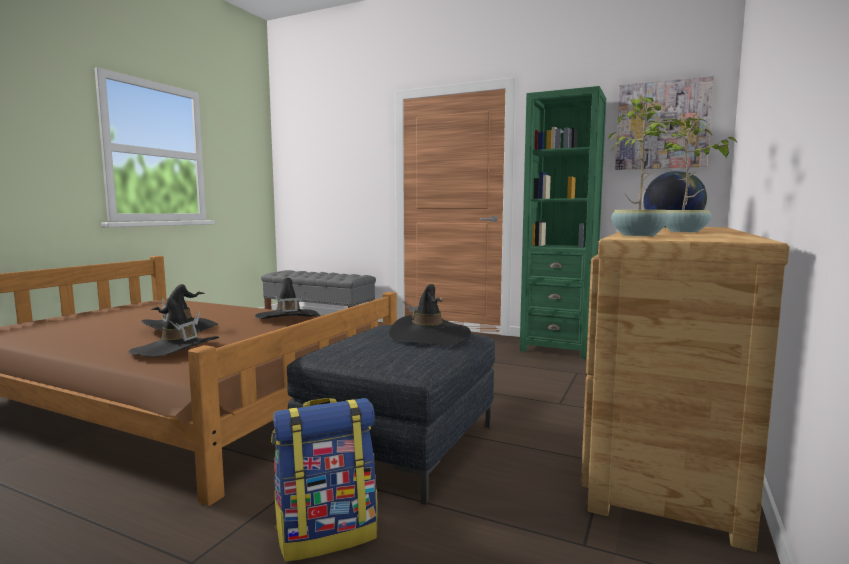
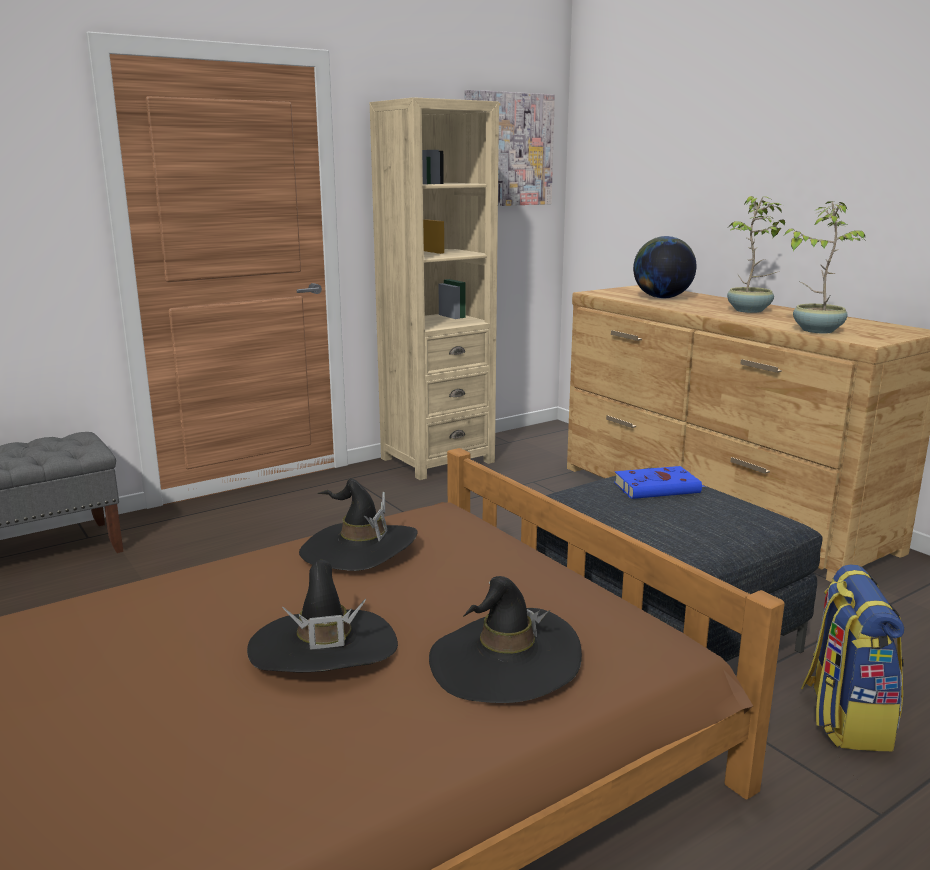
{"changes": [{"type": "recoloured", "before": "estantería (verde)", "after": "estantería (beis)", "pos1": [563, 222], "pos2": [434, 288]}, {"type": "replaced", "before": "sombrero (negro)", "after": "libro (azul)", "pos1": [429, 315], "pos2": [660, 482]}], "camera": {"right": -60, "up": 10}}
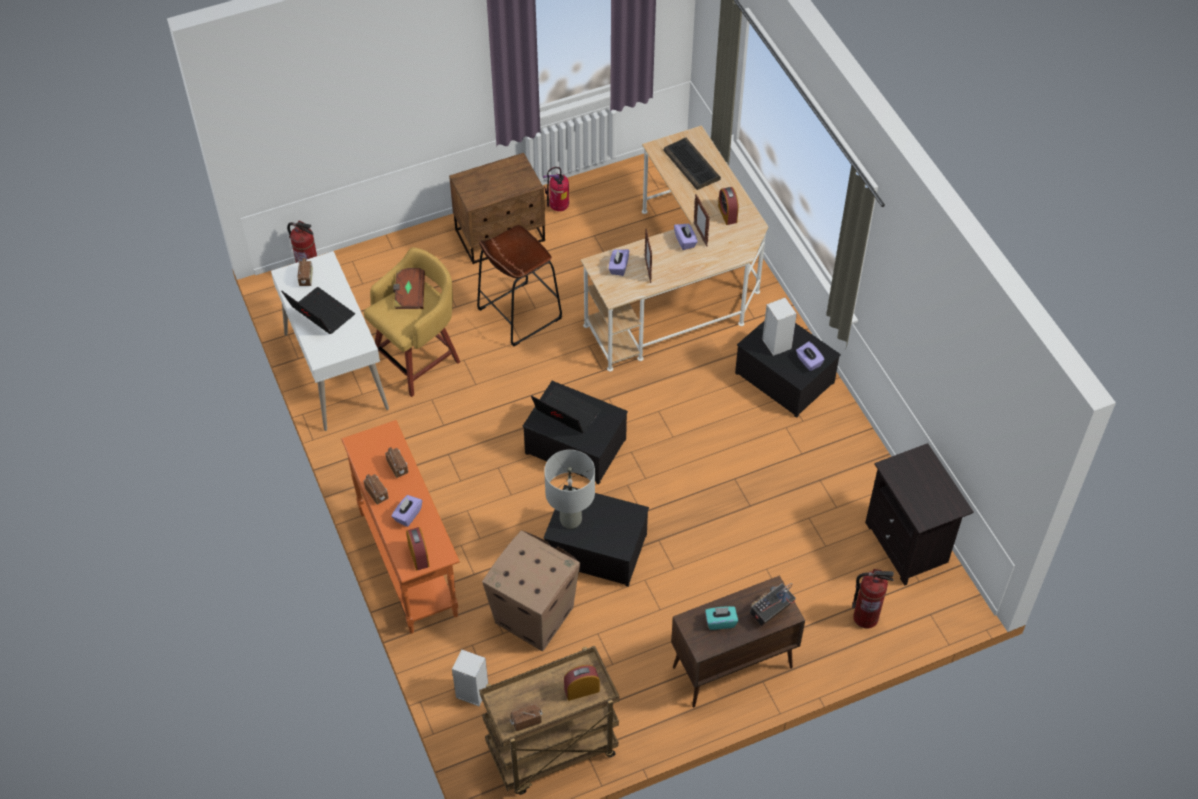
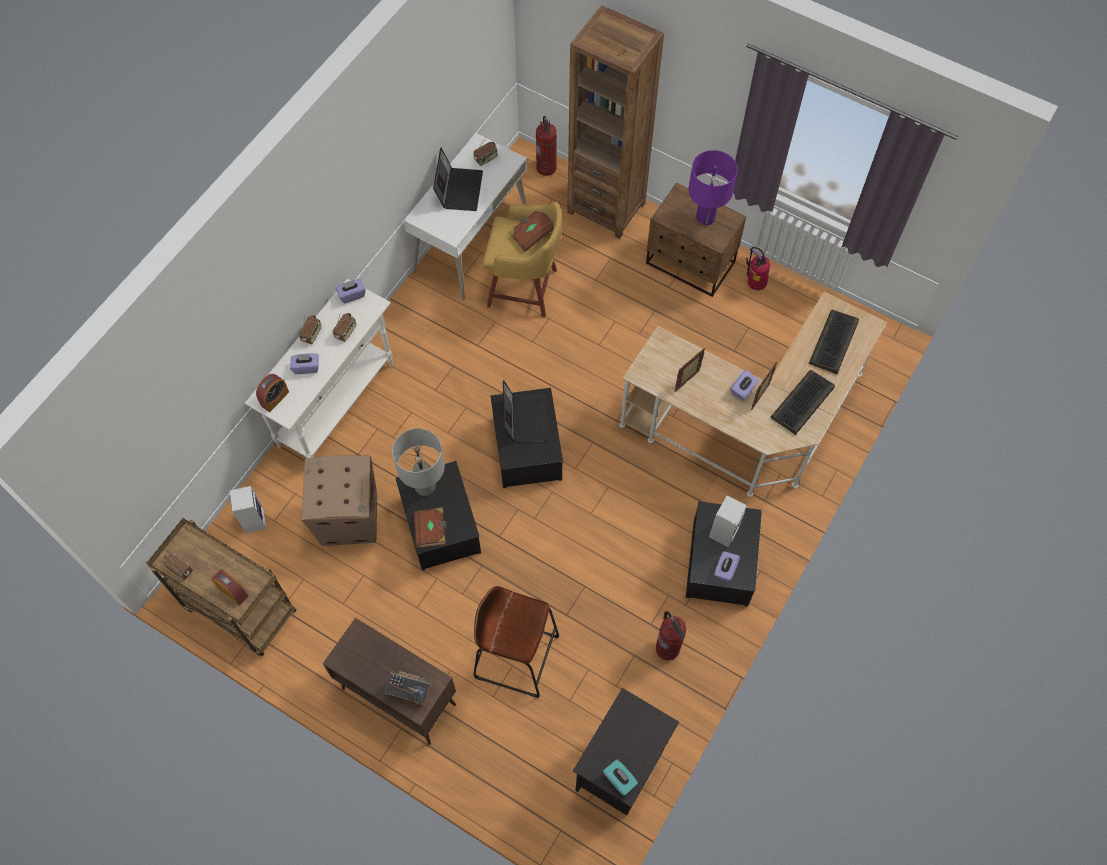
{"changes": [{"type": "recoloured", "before": "mesa consola (naranja)", "after": "mesa consola (blanco)", "pos1": [400, 527], "pos2": [319, 369]}, {"type": "moved", "before": "caja de pañuelos (morado)", "pos1": [619, 262], "pos2": [351, 291]}, {"type": "added", "after": "libro (marrón)", "pos2": [430, 527]}, {"type": "moved", "before": "taburete (marrón)", "pos1": [519, 285], "pos2": [516, 642]}, {"type": "added", "after": "estantería (marrón)", "pos2": [615, 122]}, {"type": "moved", "before": "caja de pañuelos (turquesa)", "pos1": [721, 618], "pos2": [620, 777]}, {"type": "moved", "before": "extintor", "pos1": [873, 598], "pos2": [671, 635]}, {"type": "added", "after": "lámpara de mesa (morado)", "pos2": [713, 188]}, {"type": "replaced", "before": "despertador", "after": "teclado", "pos1": [728, 206], "pos2": [802, 402]}], "camera": {"right": 55, "up": 10}}
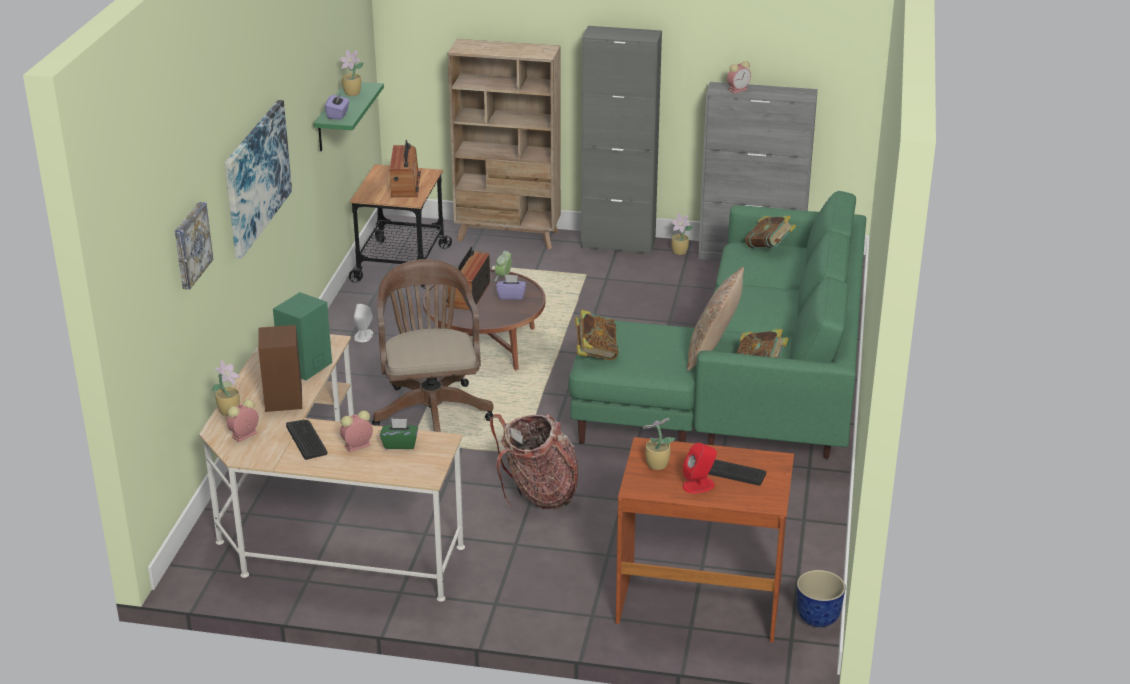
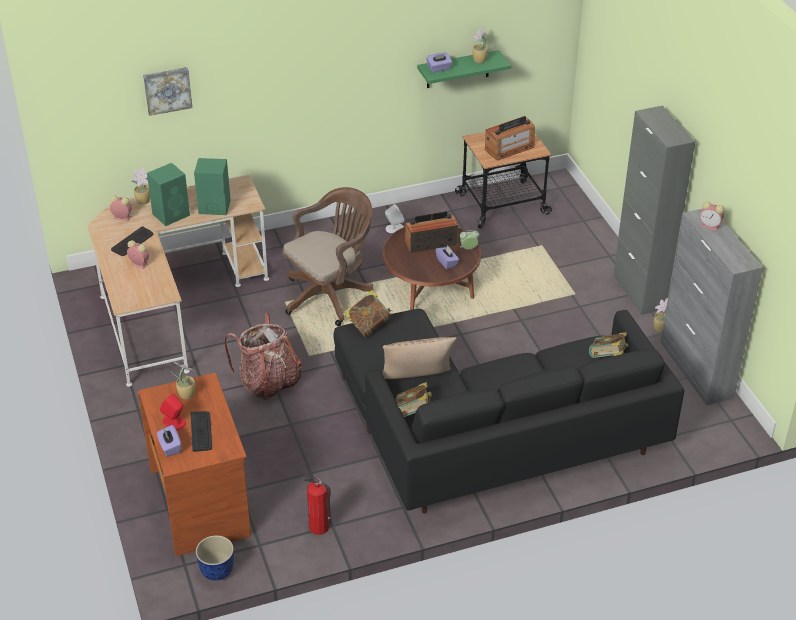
{"changes": [{"type": "recoloured", "before": "altavoz (marrón)", "after": "altavoz (verde)", "pos1": [280, 368], "pos2": [168, 194]}, {"type": "added", "after": "caja de pañuelos (morado)", "pos2": [169, 441]}, {"type": "added", "after": "extintor", "pos2": [317, 504]}, {"type": "recoloured", "before": "sofá (verde)", "after": "sofá (negro)", "pos1": [717, 324], "pos2": [508, 411]}, {"type": "removed", "before": "cuadro", "pos1": [258, 179]}, {"type": "removed", "before": "caja de pañuelos (verde)", "pos1": [399, 433]}, {"type": "removed", "before": "estantería (beis)", "pos1": [504, 144]}], "camera": {"right": 60, "up": 10}}
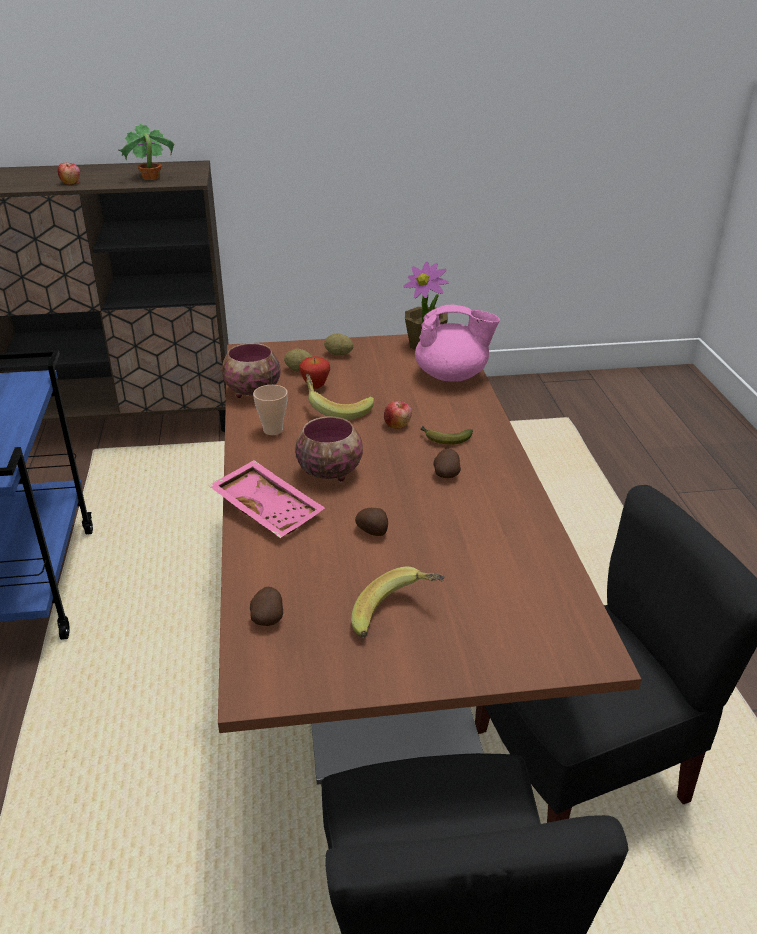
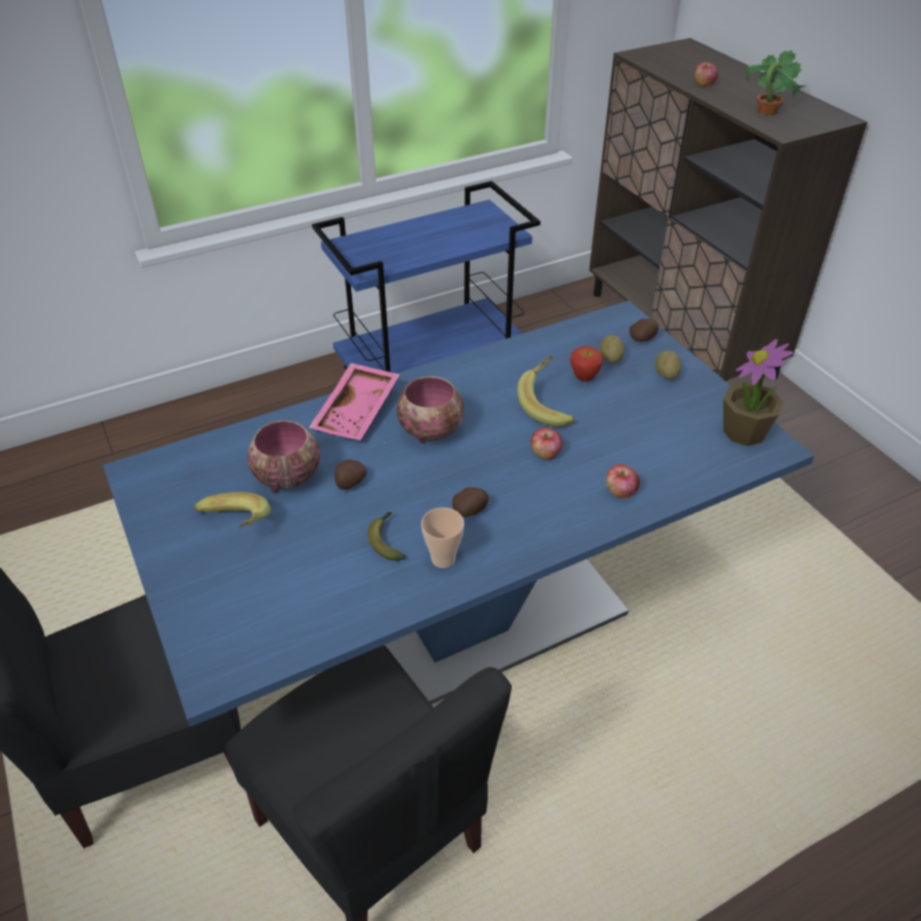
{"changes": [{"type": "recoloured", "before": "mesa de comedor (marrón)", "after": "mesa de comedor (azul)", "pos1": [429, 559], "pos2": [458, 514]}, {"type": "moved", "before": "cuenco", "pos1": [251, 370], "pos2": [283, 456]}, {"type": "moved", "before": "plátano", "pos1": [446, 435], "pos2": [386, 536]}, {"type": "moved", "before": "taza", "pos1": [270, 410], "pos2": [442, 537]}, {"type": "added", "after": "manzana", "pos2": [623, 481]}, {"type": "moved", "before": "patata", "pos1": [266, 606], "pos2": [644, 330]}, {"type": "removed", "before": "tetera (rosa)", "pos1": [457, 343]}], "camera": {"right": 70, "up": 10}}
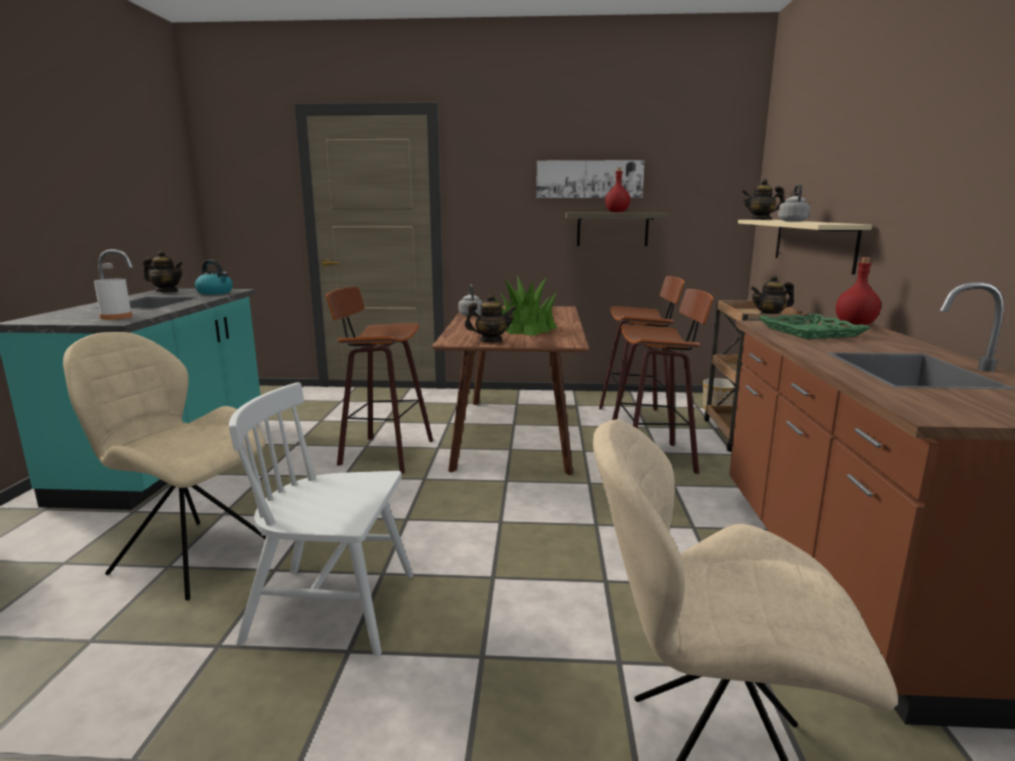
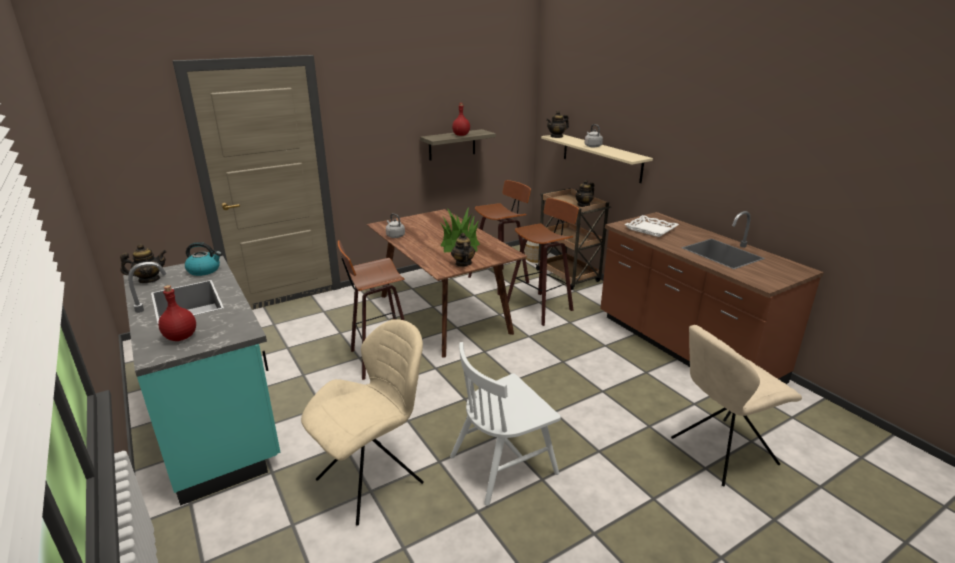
{"changes": [{"type": "moved", "before": "botella (rojo)", "pos1": [858, 291], "pos2": [177, 313]}, {"type": "turned", "before": "silla (beis)", "pos1": [164, 466], "pos2": [362, 422], "turn": 150}, {"type": "turned", "before": "tetera", "pos1": [490, 318], "pos2": [463, 250], "turn": -60}, {"type": "recoloured", "before": "bandeja (verde)", "after": "bandeja (blanco)", "pos1": [814, 326], "pos2": [651, 226]}, {"type": "removed", "before": "botella (blanco)", "pos1": [113, 291]}, {"type": "removed", "before": "cuadro", "pos1": [590, 179]}], "camera": {"right": -35, "up": 10}}
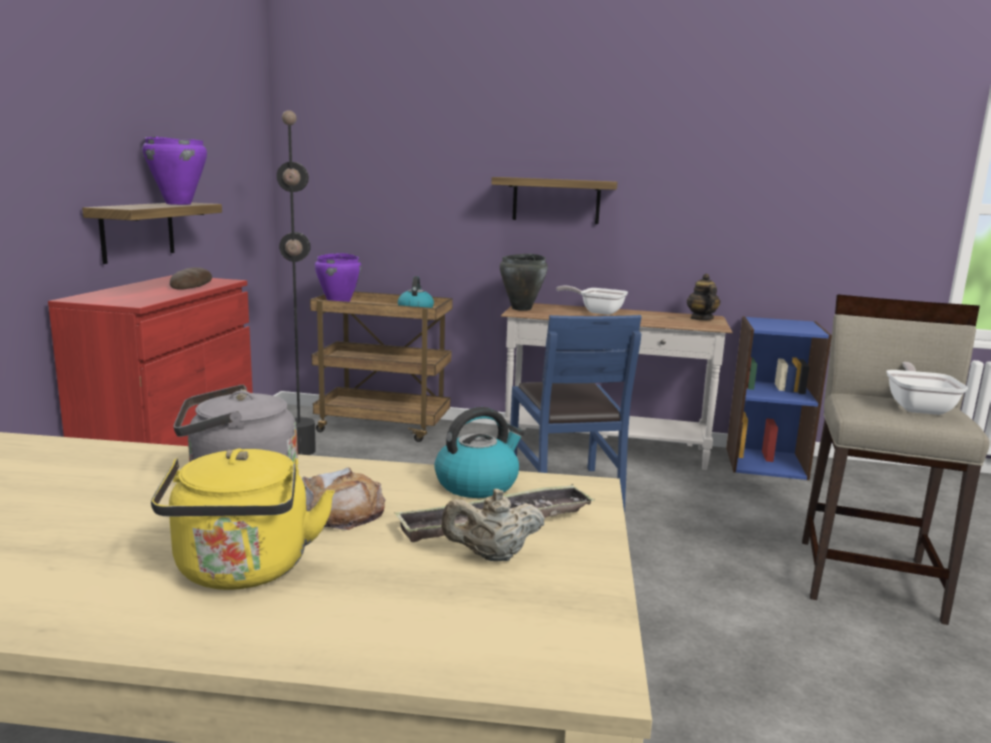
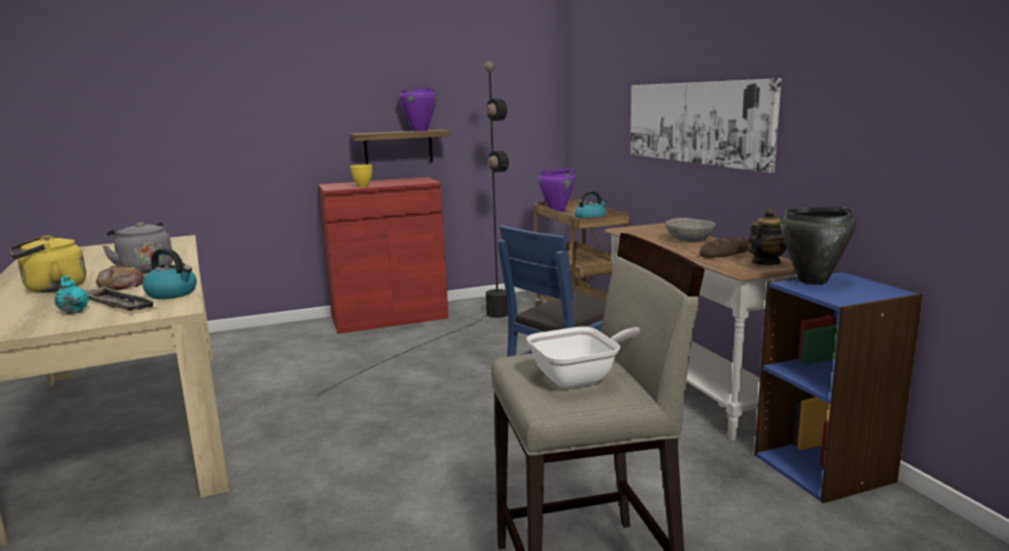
{"changes": [{"type": "recoloured", "before": "tetera (beis)", "after": "tetera (turquesa)", "pos1": [493, 525], "pos2": [71, 295]}, {"type": "added", "after": "cuenco (amarillo)", "pos2": [361, 176]}, {"type": "replaced", "before": "estante", "after": "cuadro", "pos1": [554, 200], "pos2": [705, 125]}, {"type": "replaced", "before": "sartén", "after": "cuenco (gris)", "pos1": [592, 300], "pos2": [690, 230]}, {"type": "moved", "before": "pan", "pos1": [191, 278], "pos2": [724, 247]}, {"type": "moved", "before": "olla (negro)", "pos1": [524, 282], "pos2": [818, 245]}], "camera": {"right": 60, "up": 0}}
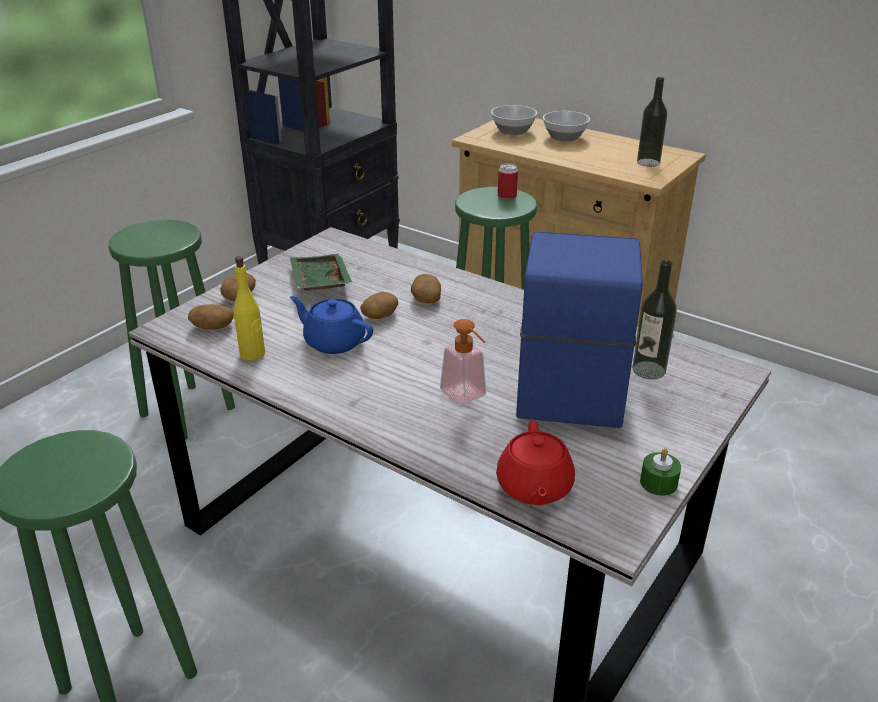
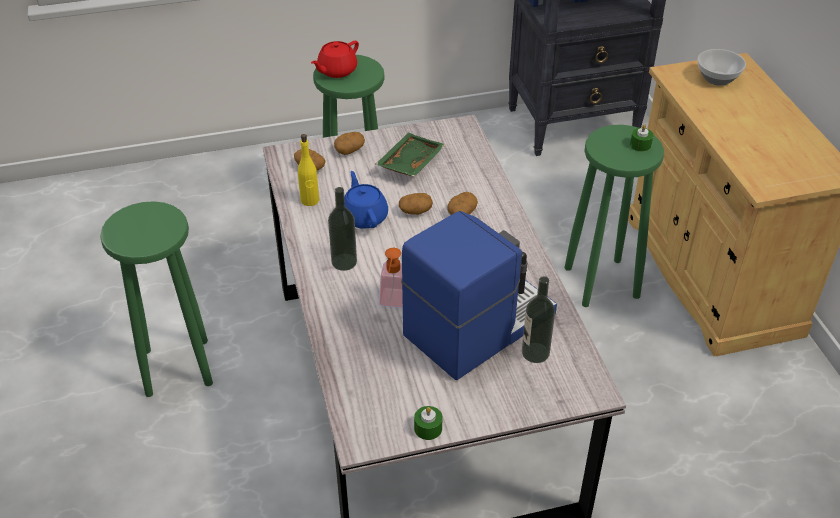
{"changes": [{"type": "moved", "before": "tetera (rojo)", "pos1": [535, 463], "pos2": [335, 59]}, {"type": "moved", "before": "botella", "pos1": [652, 122], "pos2": [342, 229]}, {"type": "replaced", "before": "lata", "after": "vela (verde)", "pos1": [508, 182], "pos2": [641, 138]}, {"type": "removed", "before": "cuenco", "pos1": [566, 126]}], "camera": {"right": 40, "up": 10}}
